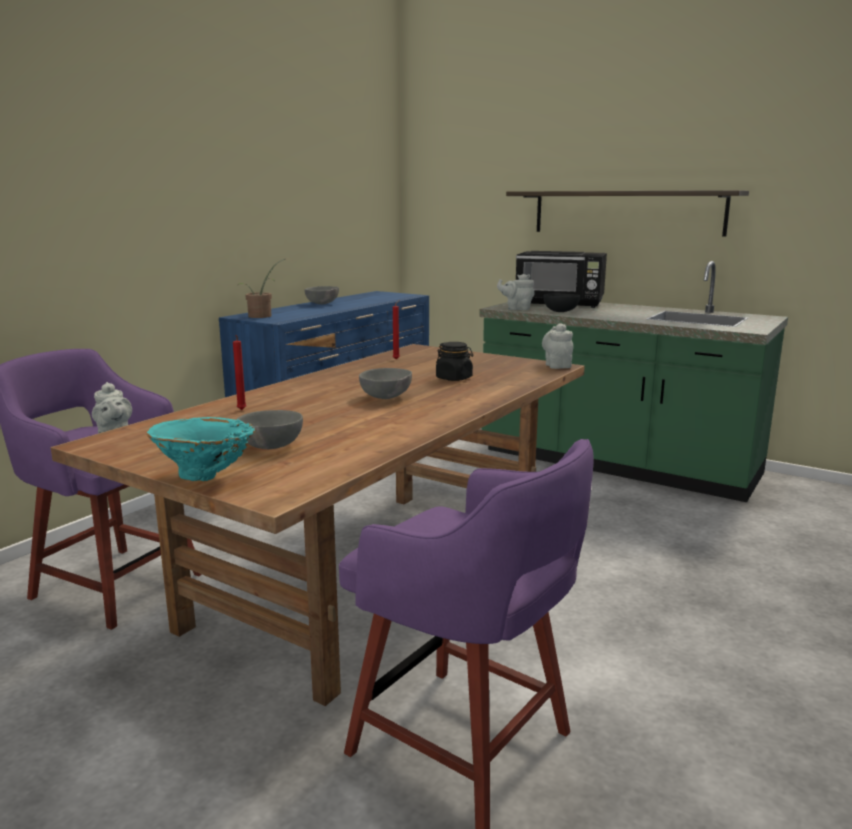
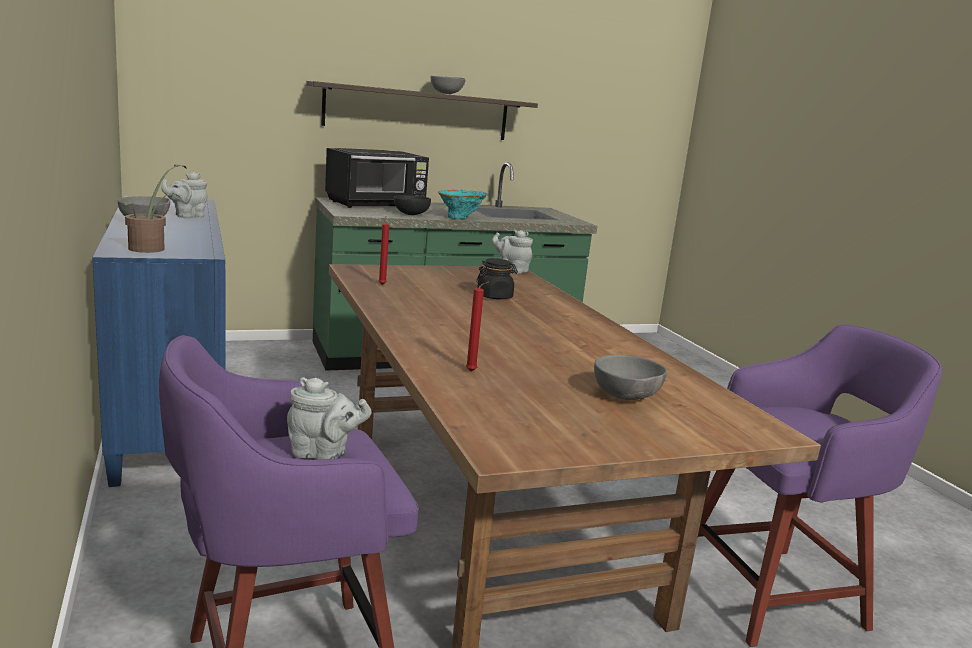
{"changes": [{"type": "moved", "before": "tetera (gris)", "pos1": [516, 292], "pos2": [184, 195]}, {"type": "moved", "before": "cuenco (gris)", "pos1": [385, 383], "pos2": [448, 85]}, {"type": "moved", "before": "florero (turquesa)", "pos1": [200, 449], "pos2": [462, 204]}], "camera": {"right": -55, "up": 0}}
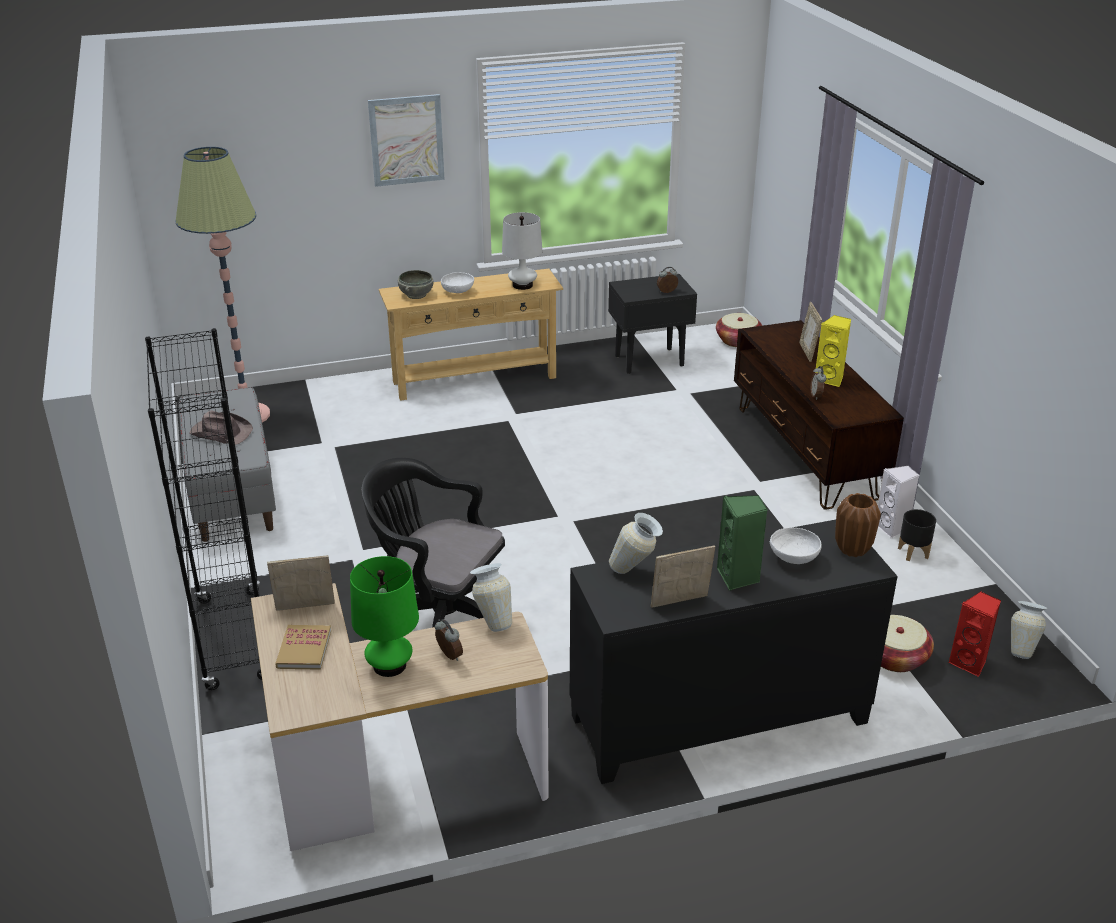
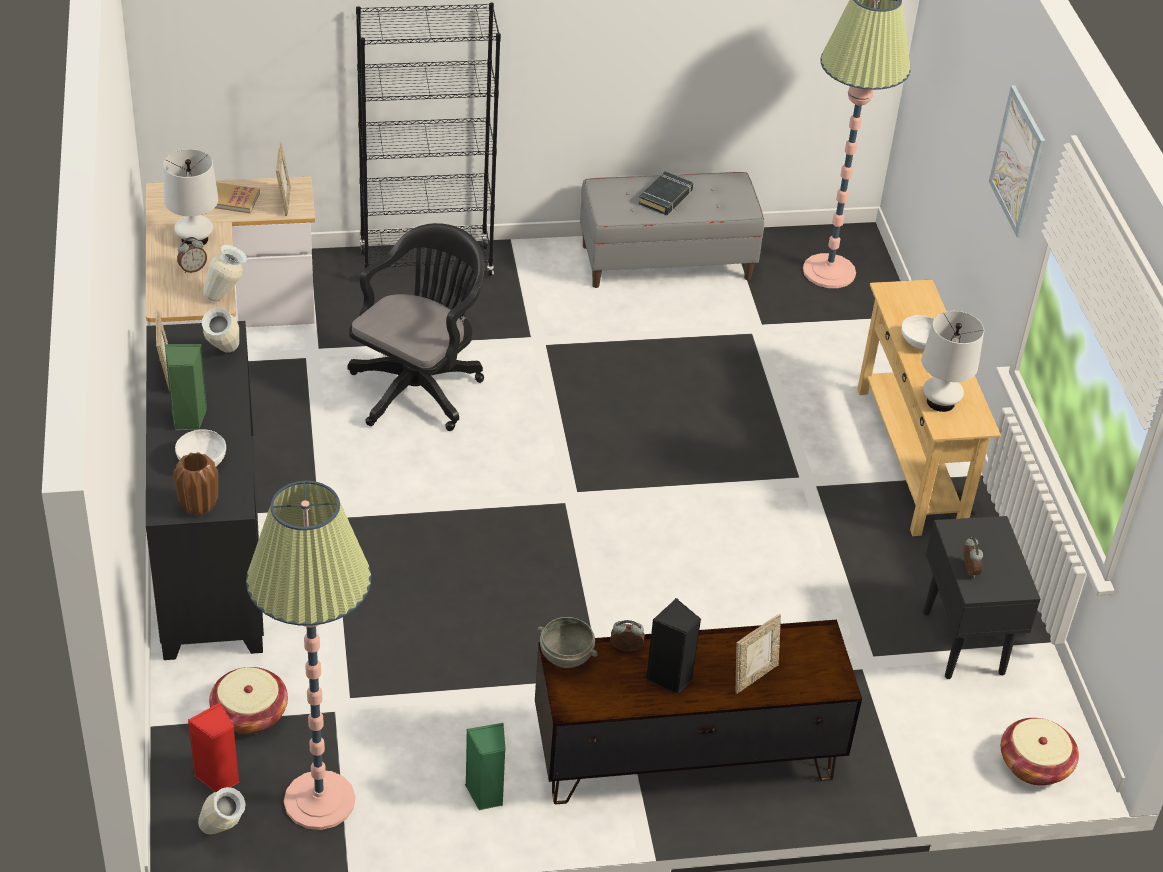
{"changes": [{"type": "recoloured", "before": "lámpara de mesa (verde)", "after": "lámpara de mesa (blanco)", "pos1": [384, 616], "pos2": [191, 197]}, {"type": "added", "after": "lámpara de pie", "pos2": [308, 655]}, {"type": "recoloured", "before": "altavoz (blanco)", "after": "altavoz (verde)", "pos1": [899, 502], "pos2": [485, 766]}, {"type": "moved", "before": "cuenco (gris)", "pos1": [415, 284], "pos2": [567, 642]}, {"type": "replaced", "before": "sombrero (marrón)", "after": "libro (negro)", "pos1": [221, 427], "pos2": [666, 193]}, {"type": "recoloured", "before": "altavoz (amarillo)", "after": "altavoz (negro)", "pos1": [833, 351], "pos2": [673, 646]}, {"type": "turned", "before": "portarretratos", "pos1": [810, 332], "pos2": [758, 653], "turn": 135}, {"type": "removed", "before": "maceta (negro)", "pos1": [917, 535]}], "camera": {"right": 95, "up": 10}}
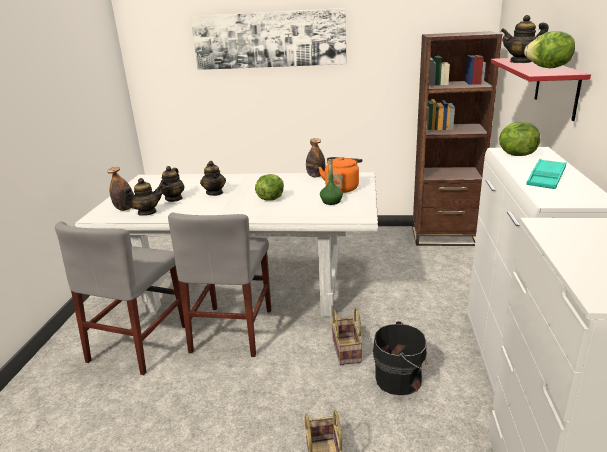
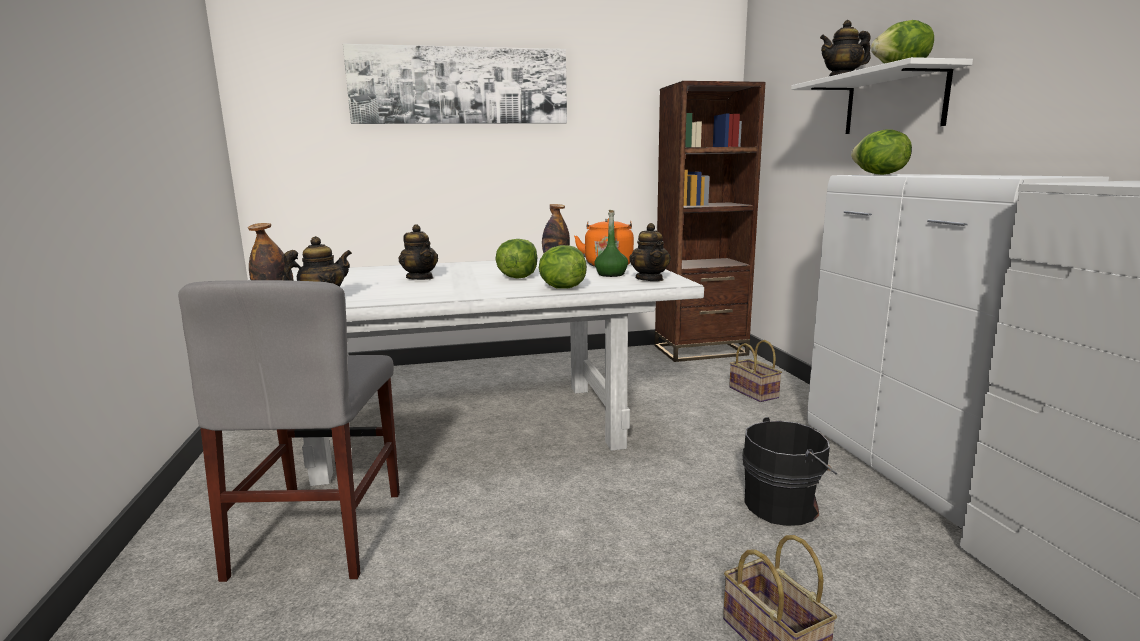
{"changes": [{"type": "added", "after": "lechuga", "pos2": [563, 267]}, {"type": "moved", "before": "tetera", "pos1": [172, 184], "pos2": [650, 252]}, {"type": "moved", "before": "cesta", "pos1": [347, 336], "pos2": [755, 371]}, {"type": "recoloured", "before": "estante (rojo)", "after": "estante (blanco)", "pos1": [540, 89], "pos2": [882, 95]}, {"type": "removed", "before": "silla (gris)", "pos1": [219, 285]}, {"type": "removed", "before": "bandeja (turquesa)", "pos1": [546, 174]}], "camera": {"right": -20, "up": -10}}
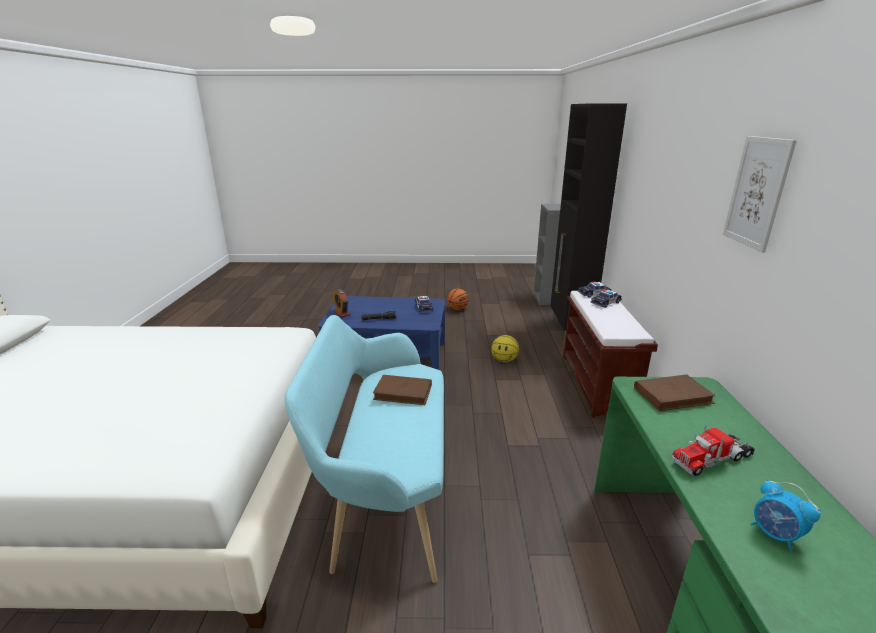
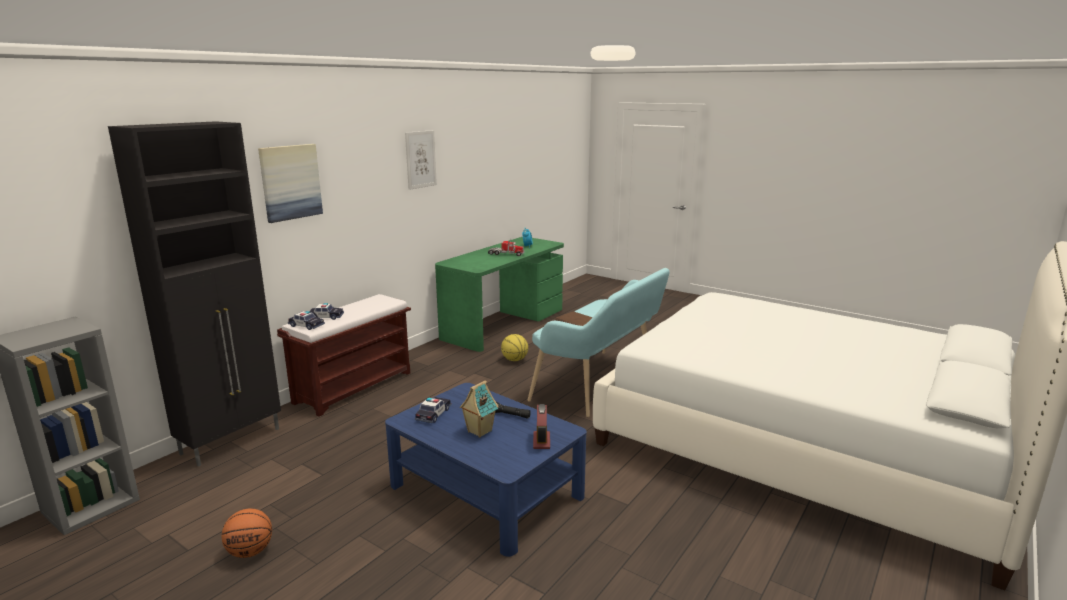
{"changes": [{"type": "added", "after": "cuadro", "pos2": [290, 183]}, {"type": "added", "after": "casita", "pos2": [479, 409]}, {"type": "moved", "before": "balón de baloncesto", "pos1": [505, 348], "pos2": [514, 347]}, {"type": "removed", "before": "libro (marrón)", "pos1": [675, 392]}], "camera": {"right": -145, "up": -5}}
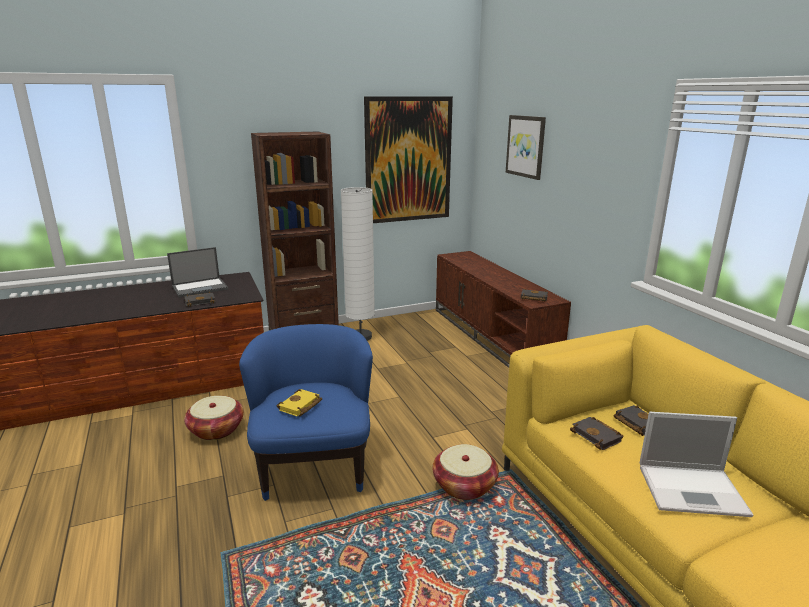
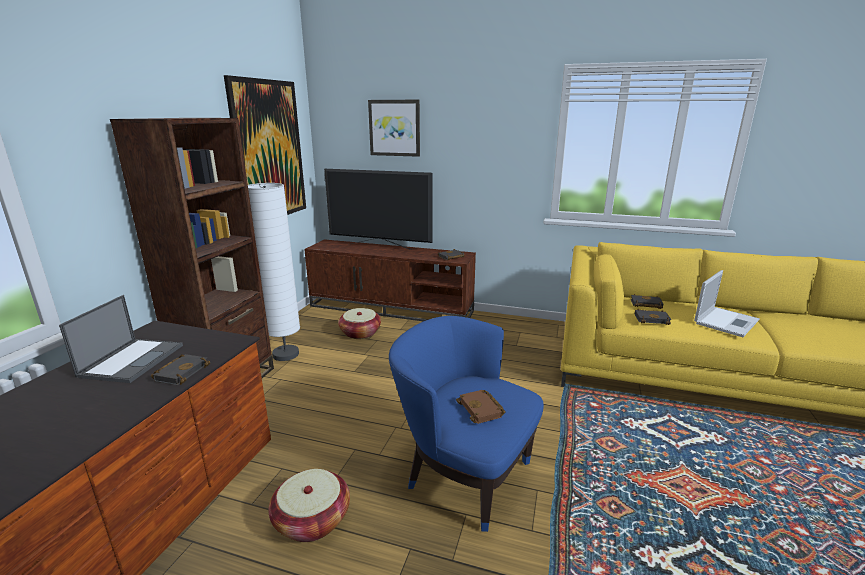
{"changes": [{"type": "added", "after": "televisor", "pos2": [378, 209]}, {"type": "moved", "before": "cesta", "pos1": [465, 472], "pos2": [359, 323]}, {"type": "recoloured", "before": "libro (amarillo)", "after": "libro (marrón)", "pos1": [299, 402], "pos2": [480, 407]}], "camera": {"right": -50, "up": 0}}
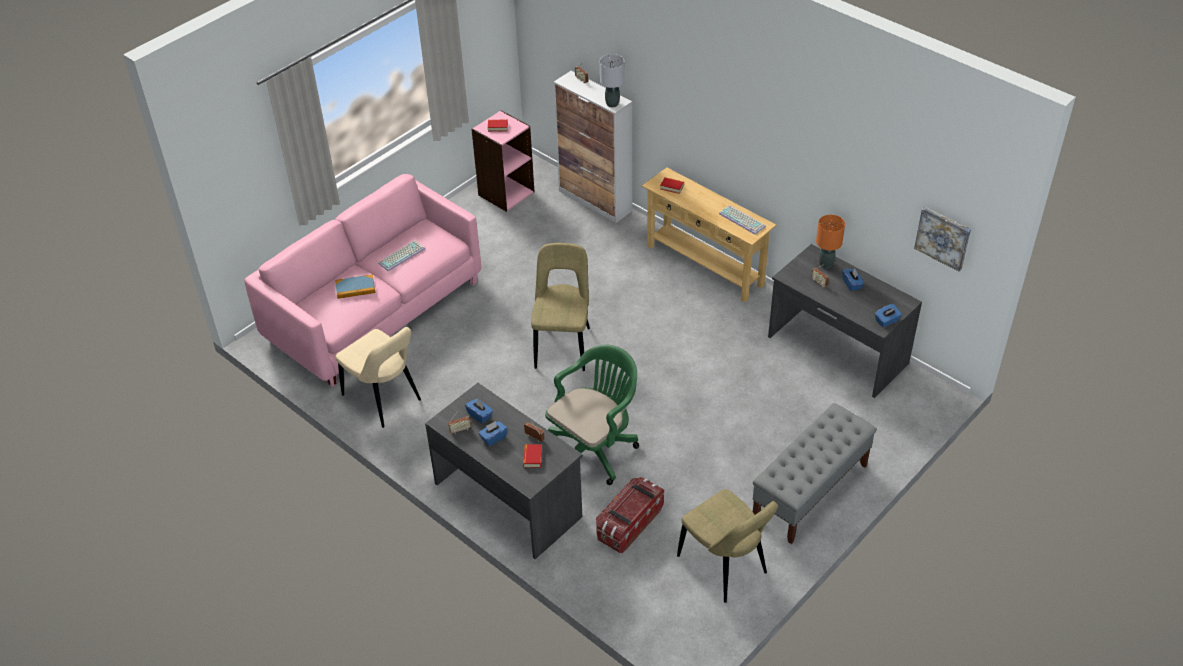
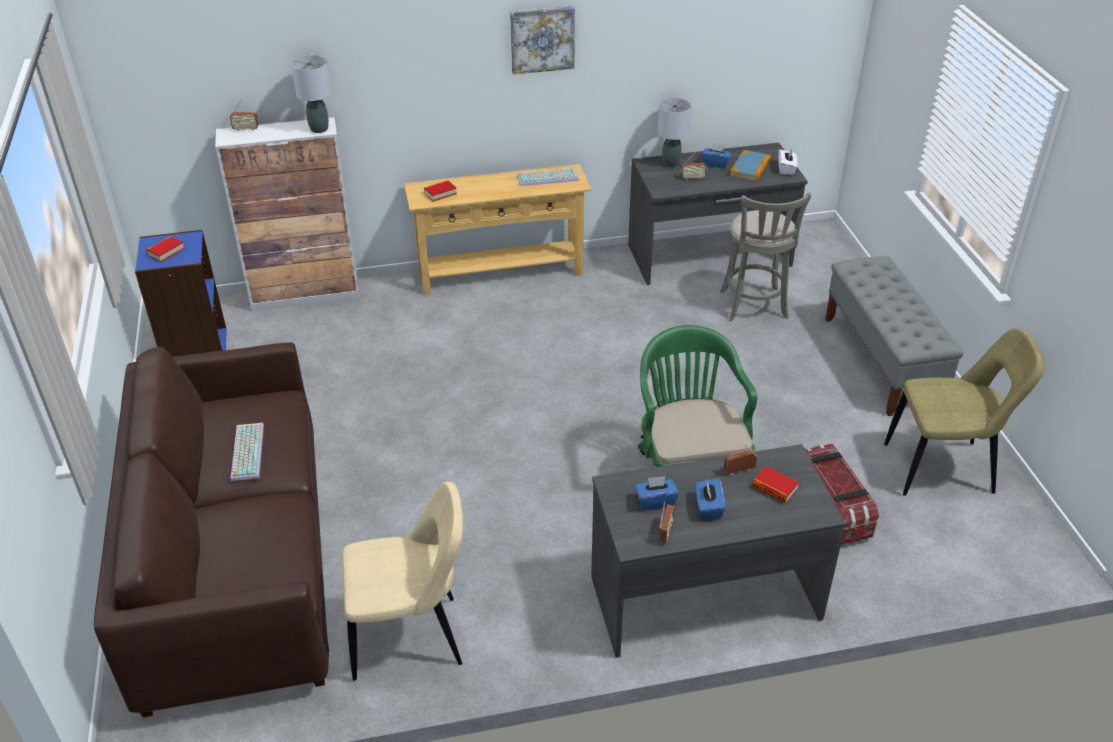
{"changes": [{"type": "recoloured", "before": "sofá (rosa)", "after": "sofá (marrón)", "pos1": [362, 280], "pos2": [211, 530]}, {"type": "recoloured", "before": "estantería (rosa)", "after": "estantería (azul)", "pos1": [503, 161], "pos2": [181, 293]}, {"type": "moved", "before": "cuadro", "pos1": [942, 239], "pos2": [542, 40]}, {"type": "recoloured", "before": "lámpara de mesa (naranja)", "after": "lámpara de mesa (gris)", "pos1": [830, 241], "pos2": [674, 133]}, {"type": "added", "after": "taburete (gris)", "pos2": [765, 256]}, {"type": "moved", "before": "libro", "pos1": [355, 286], "pos2": [750, 166]}, {"type": "recoloured", "before": "caja de pañuelos (azul)", "after": "caja de pañuelos (blanco)", "pos1": [888, 315], "pos2": [788, 162]}, {"type": "removed", "before": "silla (beis)", "pos1": [560, 307]}], "camera": {"right": -55, "up": -5}}
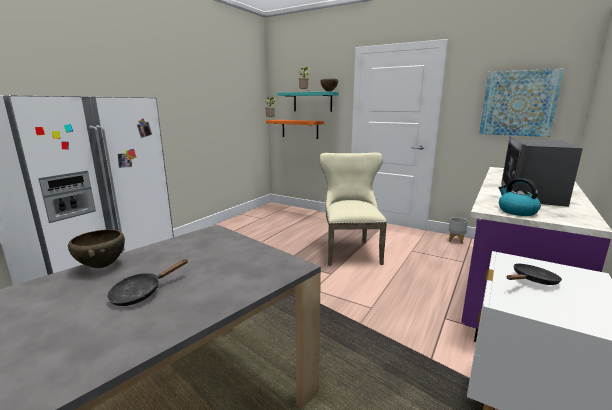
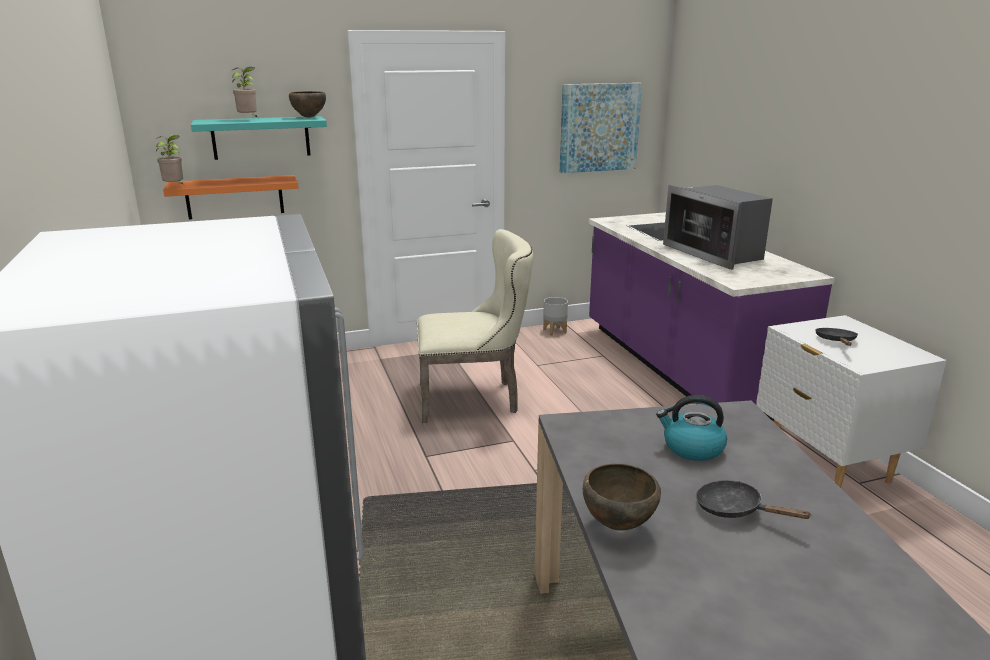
{"changes": [{"type": "turned", "before": "silla (beis)", "pos1": [353, 209], "pos2": [475, 326], "turn": 135}, {"type": "moved", "before": "hervidor", "pos1": [520, 197], "pos2": [691, 428]}, {"type": "turned", "before": "sartén (negro)", "pos1": [147, 282], "pos2": [754, 499], "turn": 135}], "camera": {"right": -50, "up": 5}}
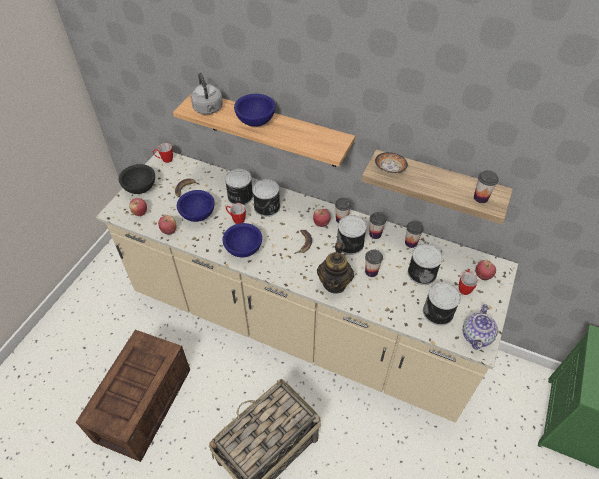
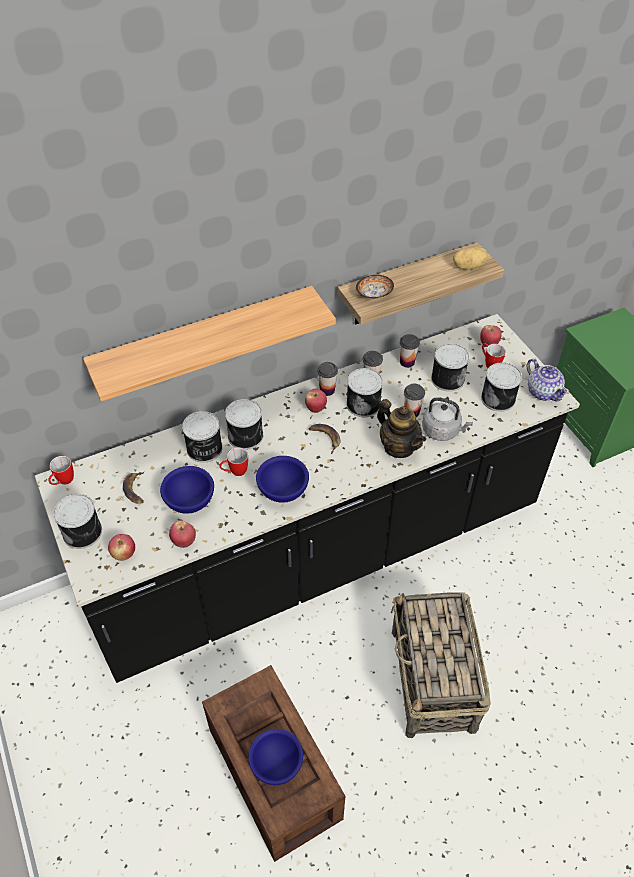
{"changes": [{"type": "recoloured", "before": "mueble bajo de cocina (beis)", "after": "mueble bajo de cocina (negro)", "pos1": [307, 287], "pos2": [307, 498]}, {"type": "replaced", "before": "cuenco (negro)", "after": "lata", "pos1": [137, 179], "pos2": [77, 521]}, {"type": "moved", "before": "cuenco (azul)", "pos1": [254, 110], "pos2": [275, 757]}, {"type": "moved", "before": "hervidor (gris)", "pos1": [207, 94], "pos2": [447, 419]}, {"type": "replaced", "before": "taza", "after": "patata", "pos1": [486, 186], "pos2": [470, 258]}], "camera": {"right": -50, "up": 0}}
